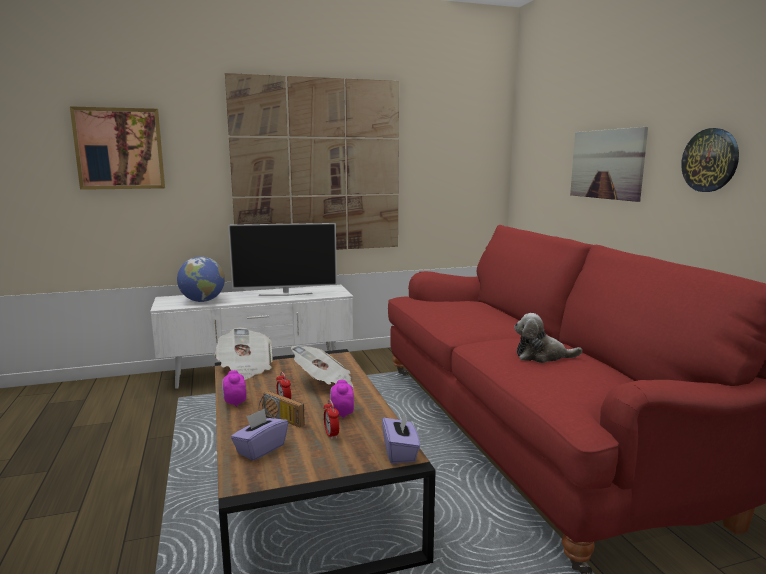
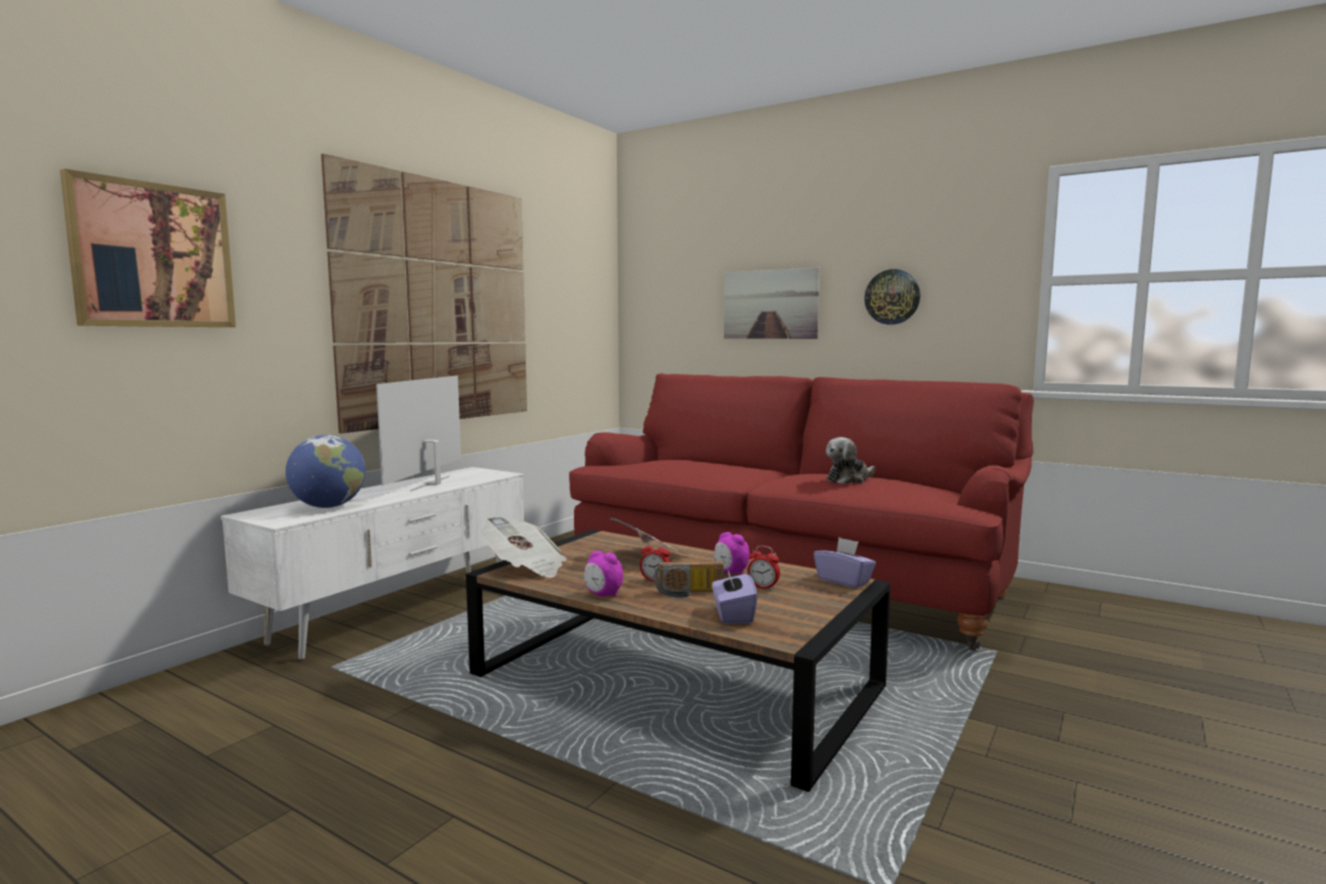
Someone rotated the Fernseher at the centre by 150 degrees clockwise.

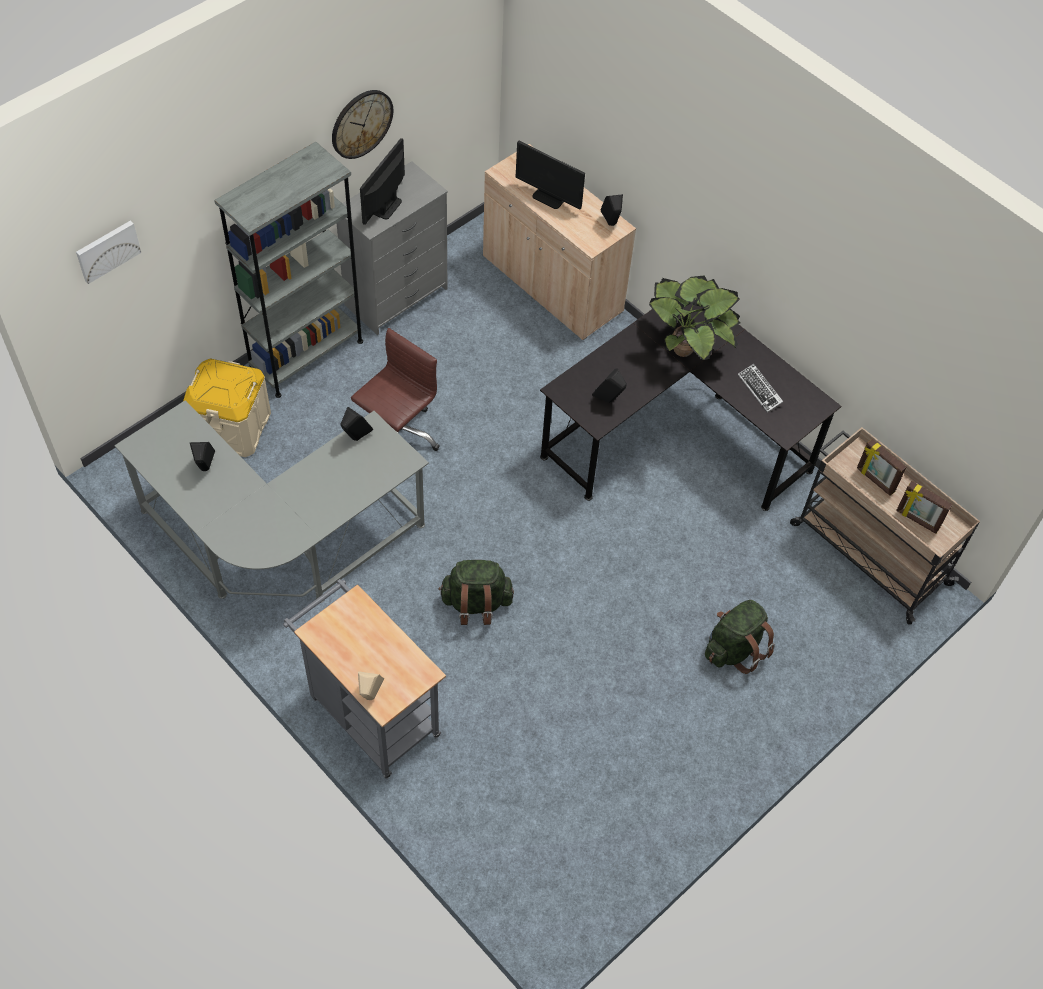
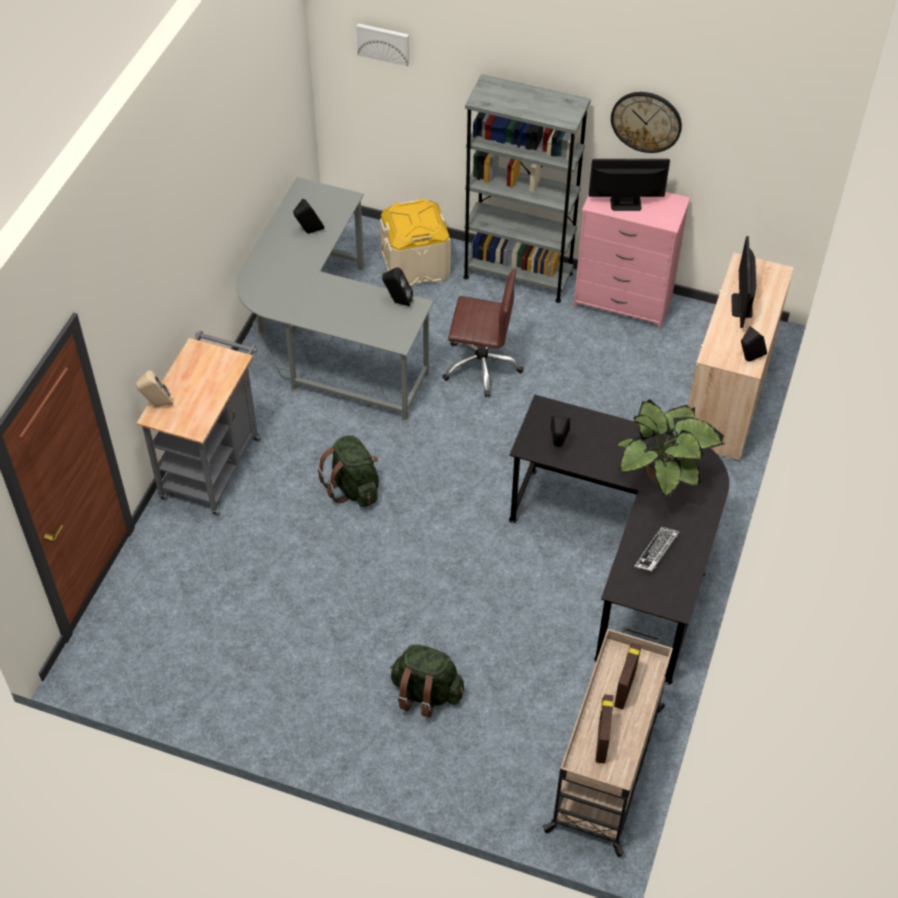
Someone repainted the Kommode [grau] at the top centre, which became the Kommode [rosa] at the top right.

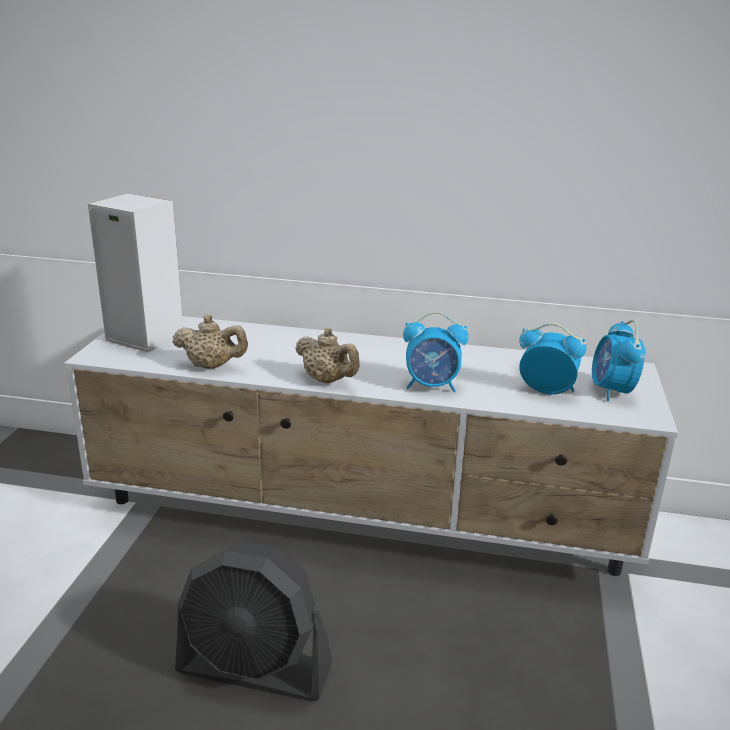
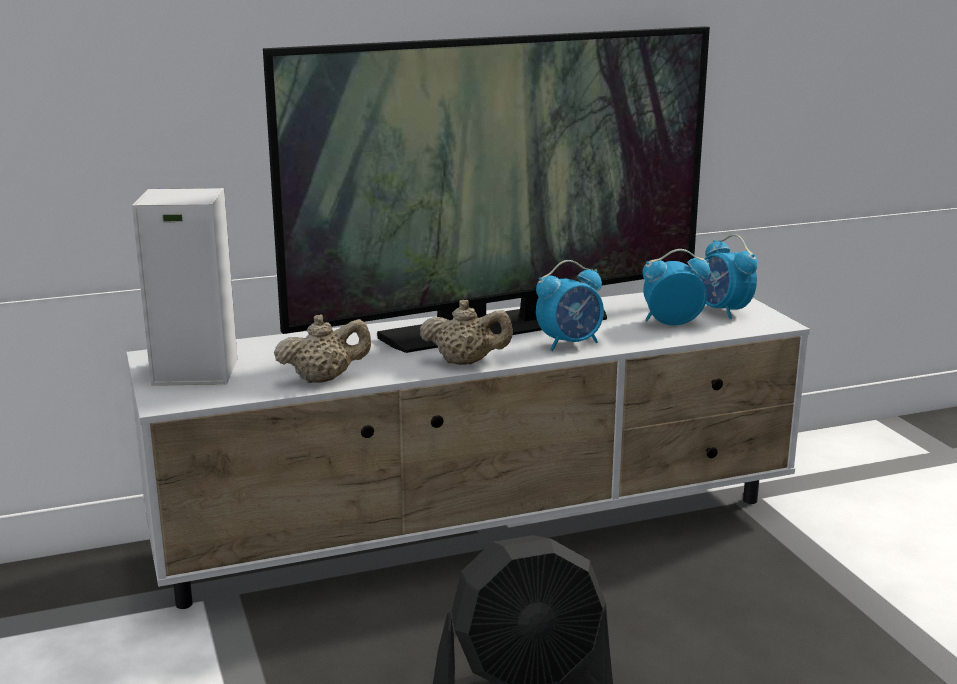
Someone put down the Fernseher at the top centre.

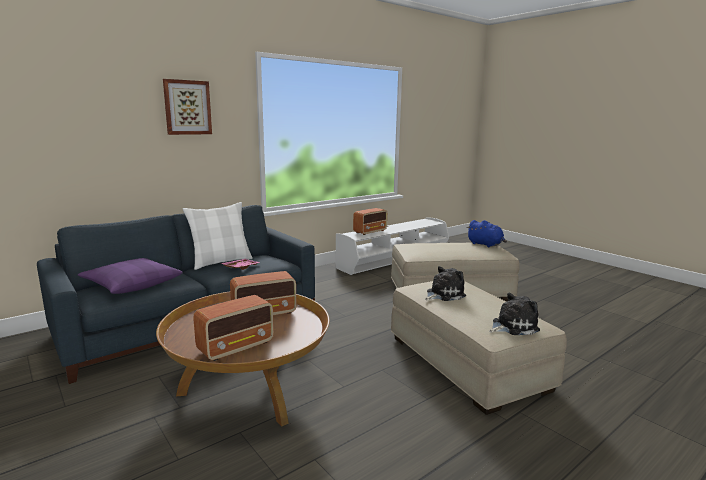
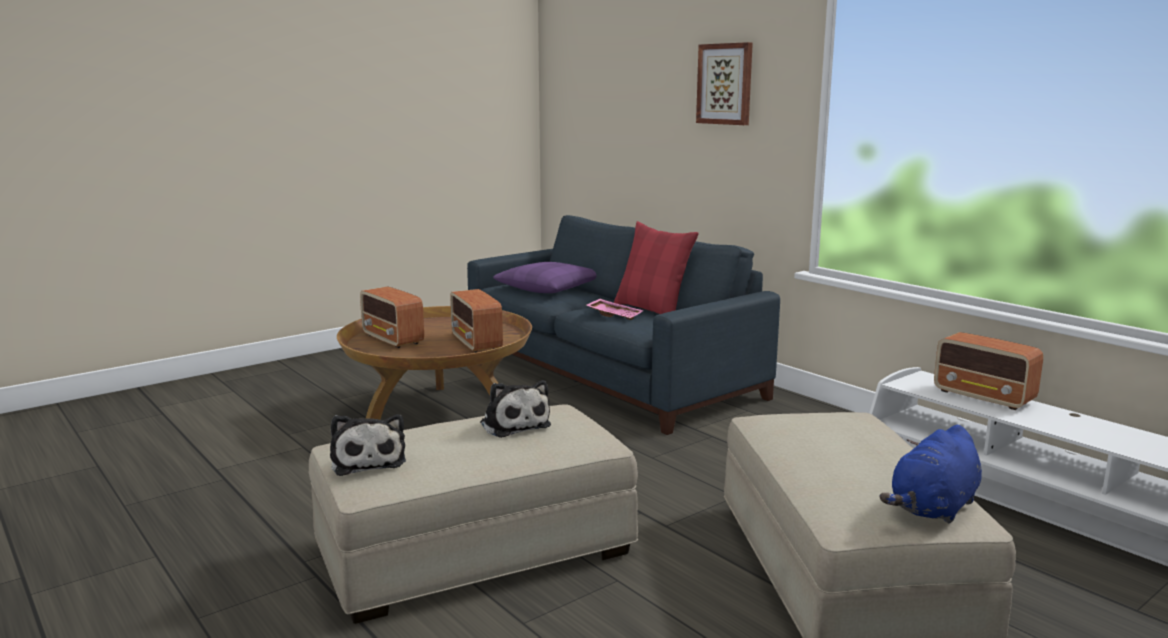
Someone repainted the Kissen [weiß] at the middle left, which became the Kissen [rot] at the centre.

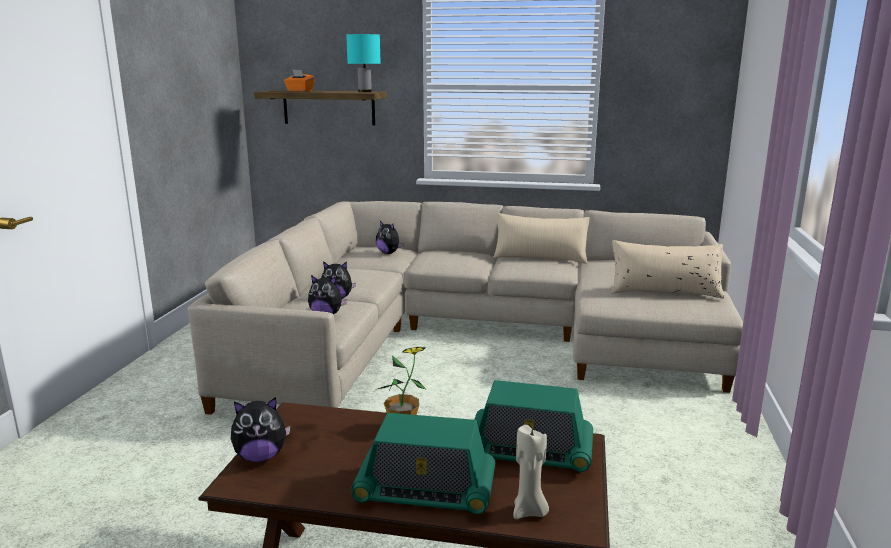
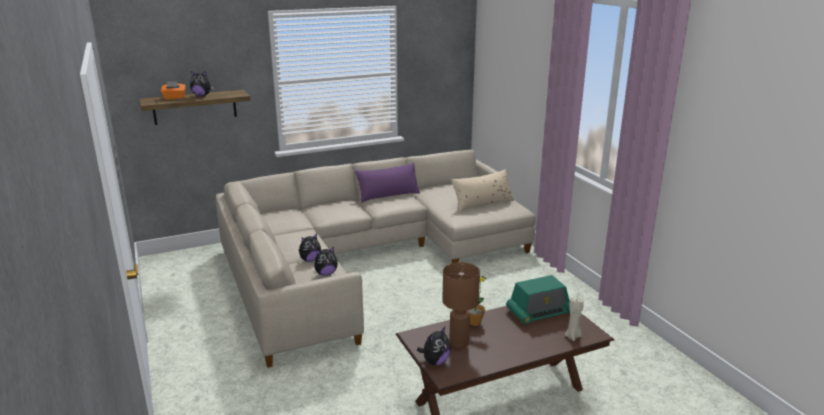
Someone carried the Plüschtier (no. 4 from left in the first image) from the centre to the top left. Someone repainted the Kissen [beige] (no. 1 from left) at the centre, which became the Kissen [lila] at the centre. Someone put down the Tischlampe [braun] at the bottom centre. Someone took away the Tischlampe [türkis] at the top centre. Someone took away the Radio (no. 1 from left) at the bottom centre.

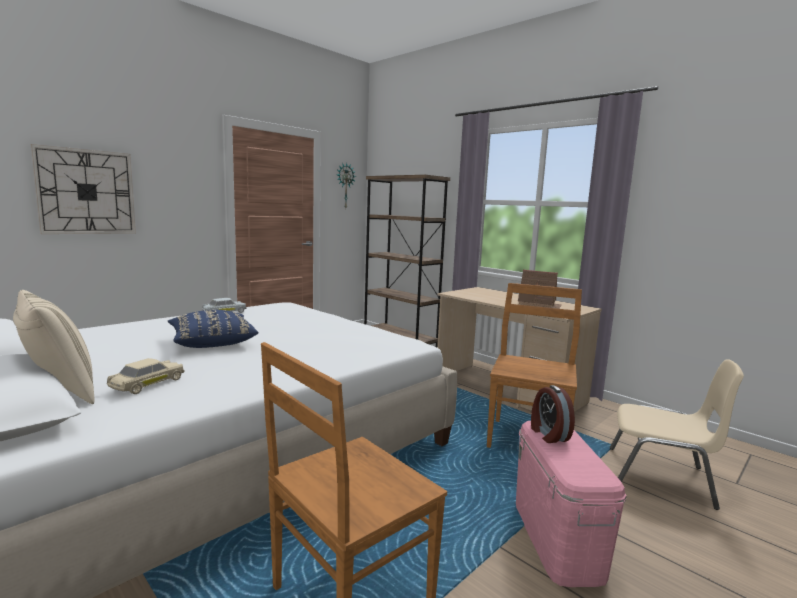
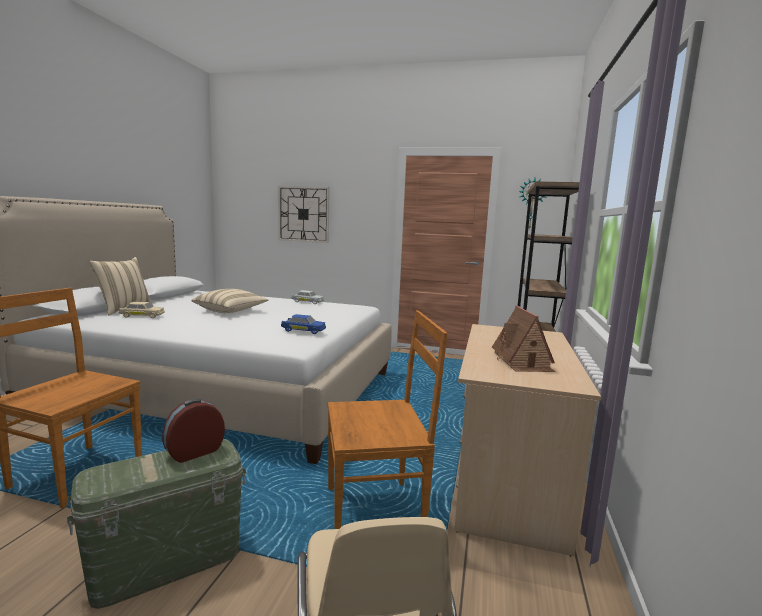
Someone repainted the Aufbewahrungsbox [rosa] at the bottom right, which became the Aufbewahrungsbox [grün] at the bottom left. Someone repainted the Kissen [blau] at the middle left, which became the Kissen [beige] (no. 2 from left) at the middle left. Someone put down the Spielzeugauto [blau] at the centre.

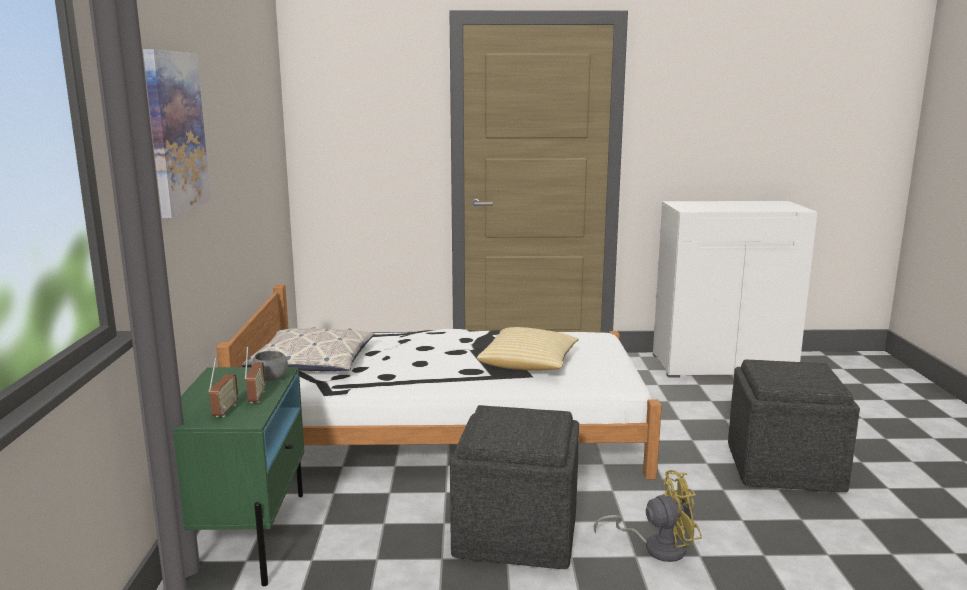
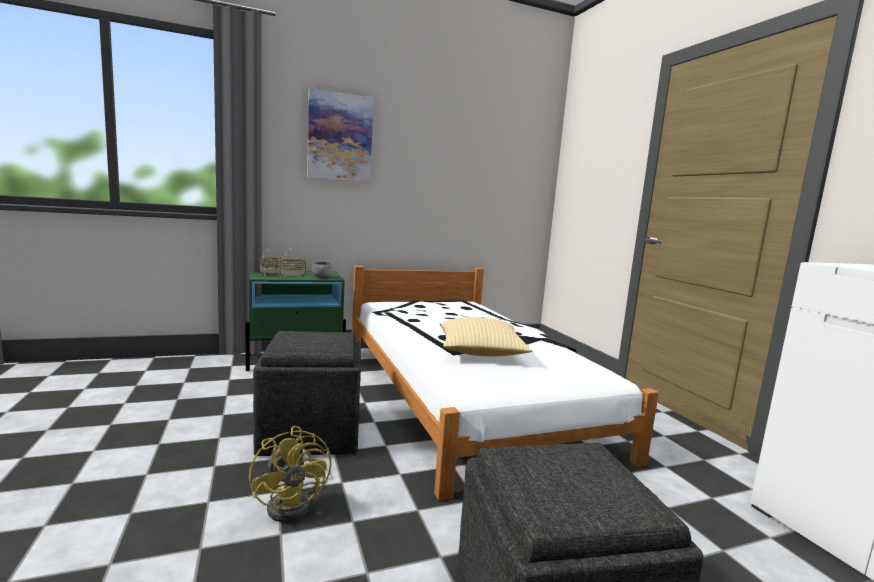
Someone took away the Kissen (no. 1 from left) at the middle left.

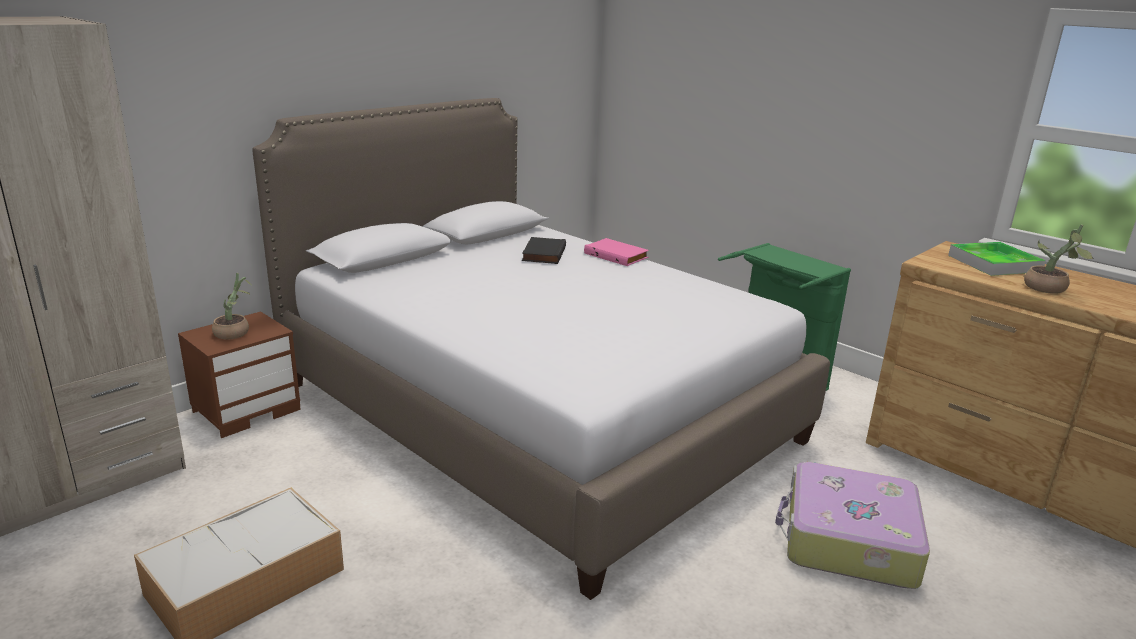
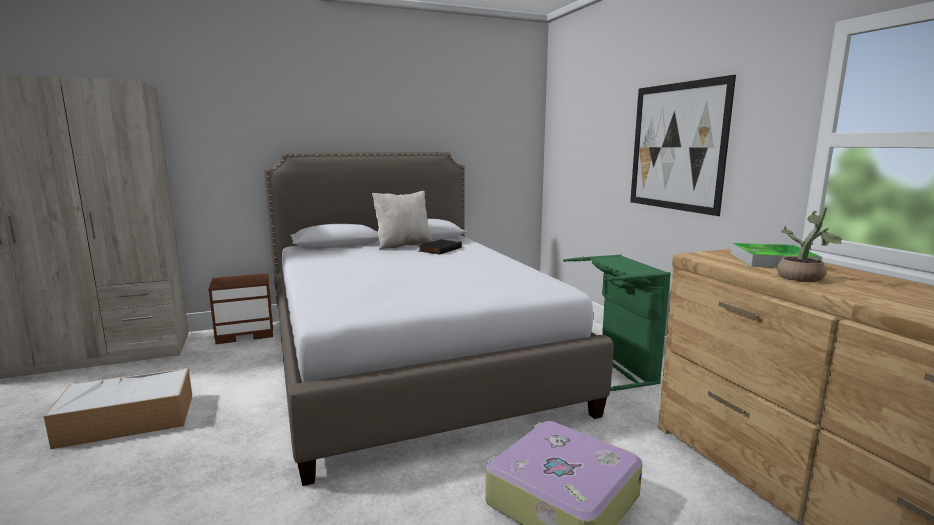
Someone put down the Kissen [beige] at the centre. Someone put up the Bild at the top right. Someone took away the Topfpflanze (no. 1 from left) at the middle left. Someone took away the Buch [rosa] at the centre.

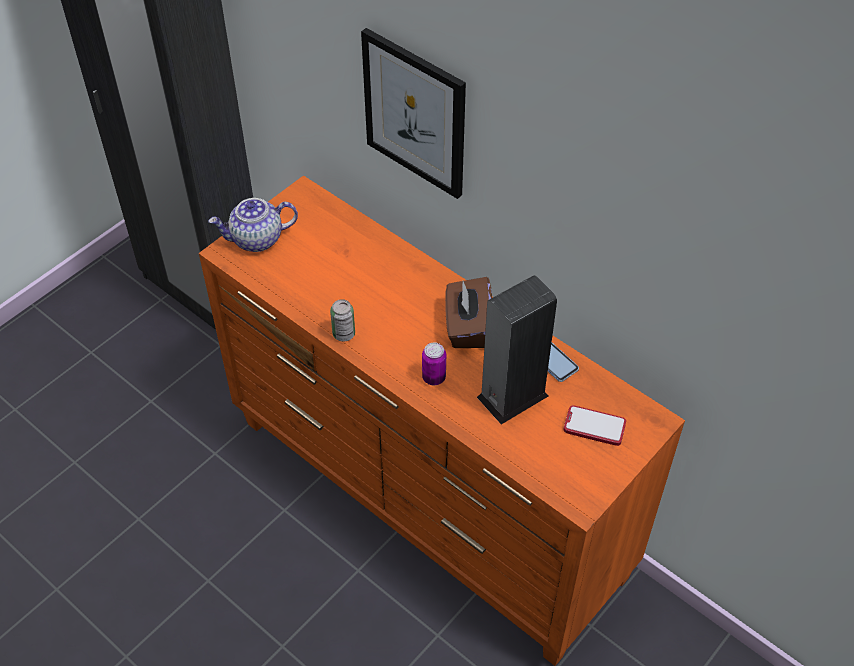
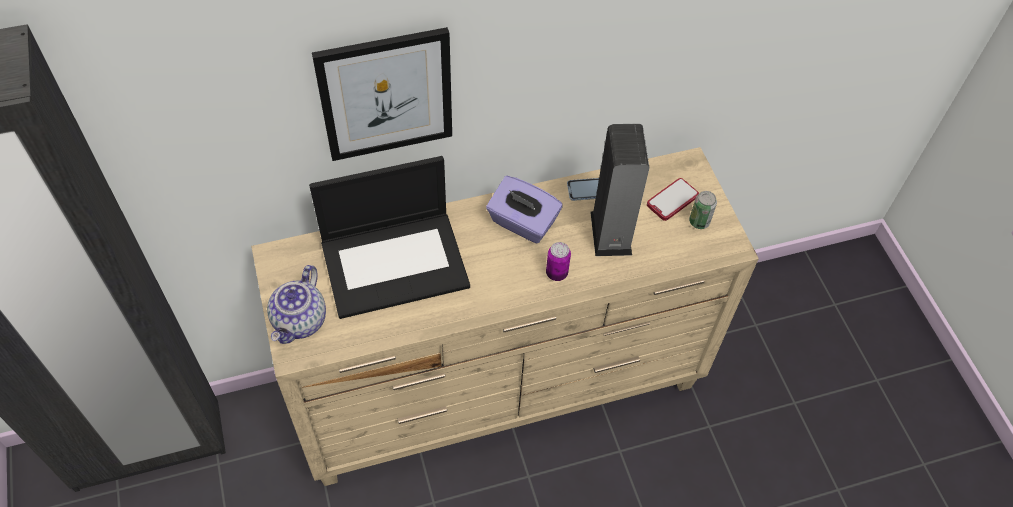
Someone repainted the Kommode [orange] at the centre, which became the Kommode [beige] at the centre. Someone put down the Laptop at the centre. Someone repainted the Taschentuchbox [braun] at the centre, which became the Taschentuchbox [lila] at the centre. Someone carried the Dose (no. 1 from left in the first image) from the centre to the middle right.

